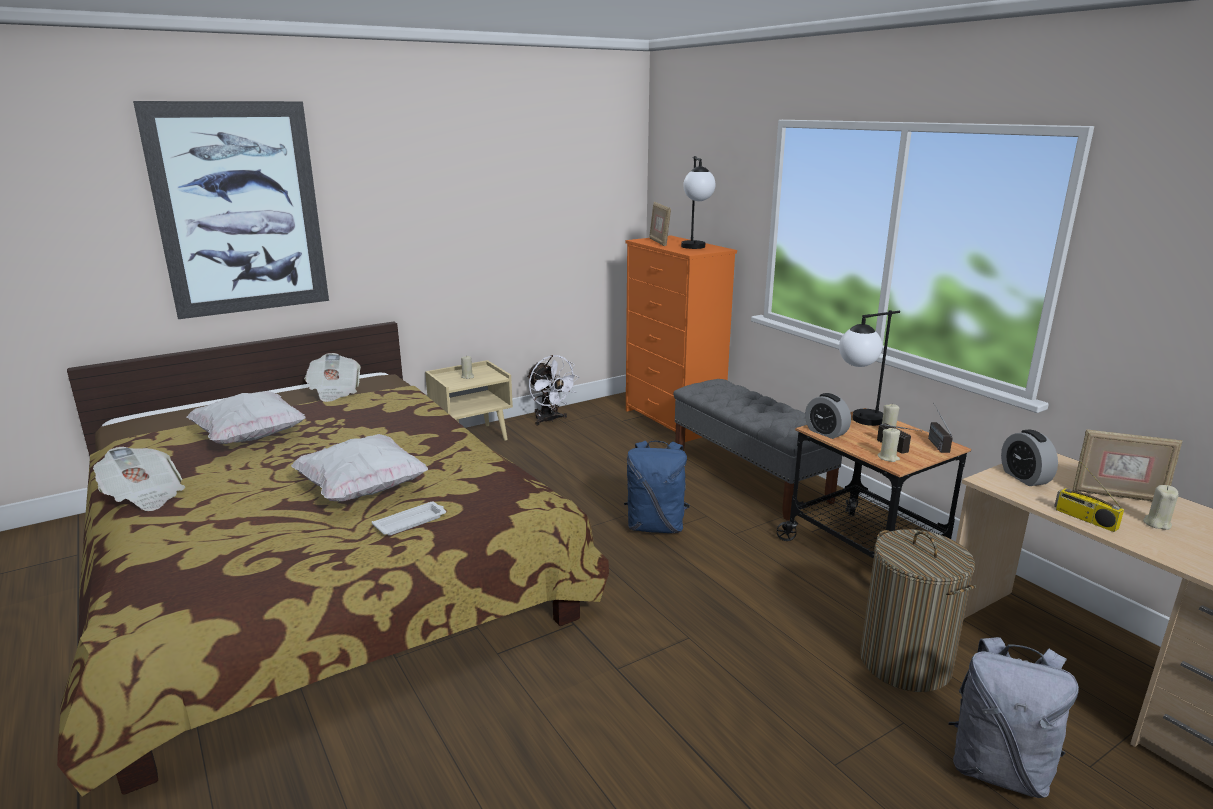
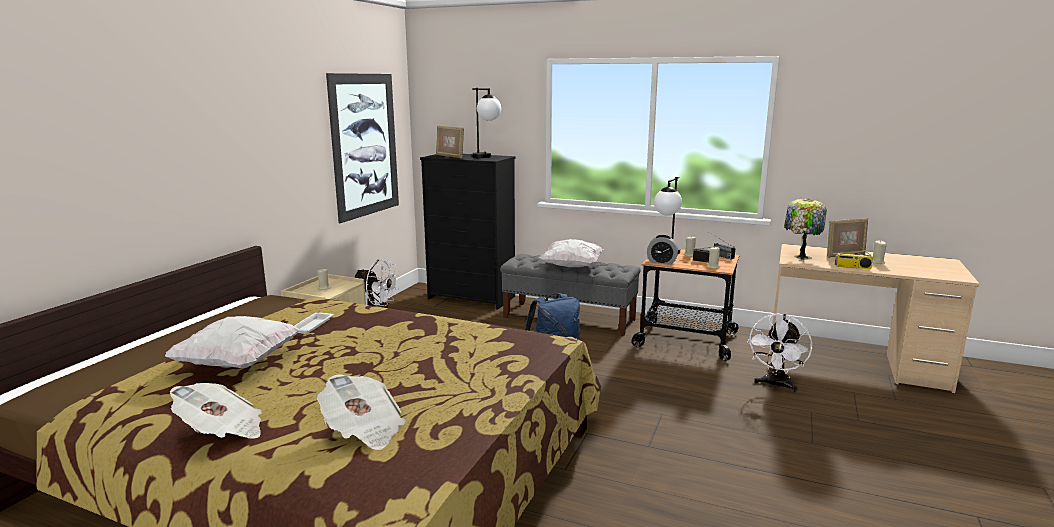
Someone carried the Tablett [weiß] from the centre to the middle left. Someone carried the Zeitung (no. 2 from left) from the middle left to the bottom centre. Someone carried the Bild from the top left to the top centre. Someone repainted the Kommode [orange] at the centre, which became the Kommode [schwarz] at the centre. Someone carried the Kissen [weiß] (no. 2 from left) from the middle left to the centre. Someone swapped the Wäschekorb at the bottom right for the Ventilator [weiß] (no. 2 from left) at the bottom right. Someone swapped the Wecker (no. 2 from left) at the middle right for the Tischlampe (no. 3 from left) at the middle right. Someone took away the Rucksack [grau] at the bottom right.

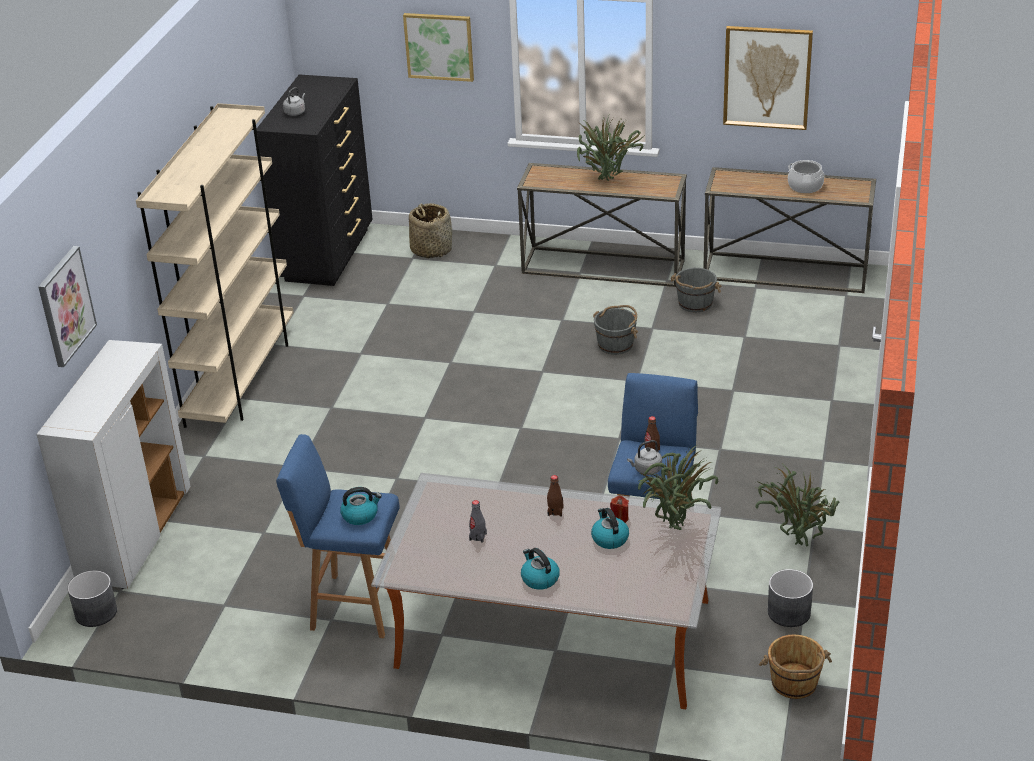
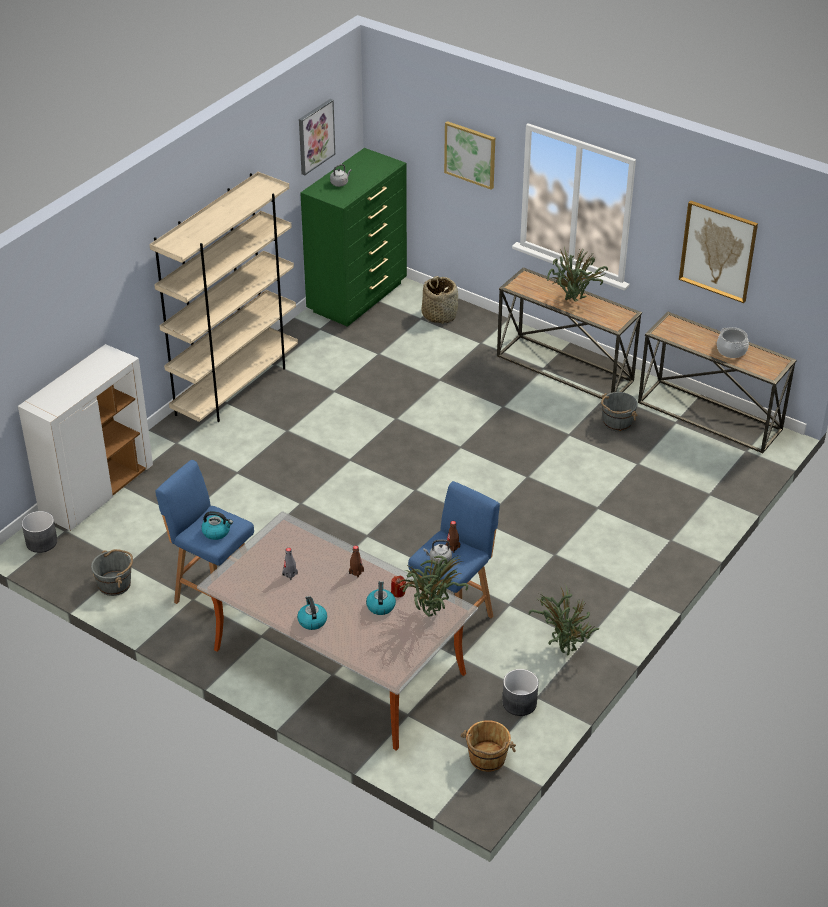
Someone carried the Eimer [grau] (no. 1 from left) from the centre to the middle left. Someone carried the Bild (no. 1 from left) from the middle left to the top centre. Someone repainted the Kommode [schwarz] at the top left, which became the Kommode [grün] at the top centre.

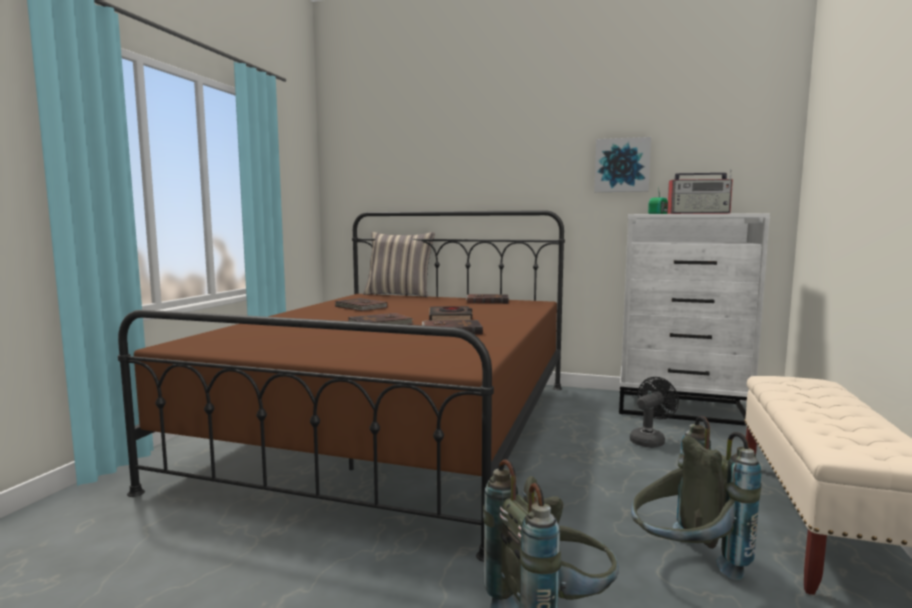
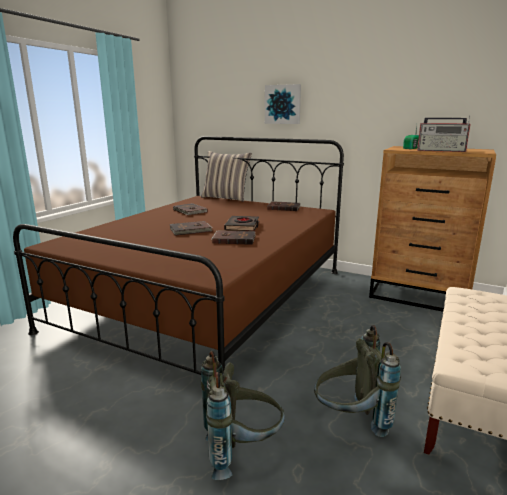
Someone carried the Bild from the top right to the top centre. Someone repainted the Kommode [weiß] at the middle right, which became the Kommode [braun] at the middle right. Someone took away the Ventilator [schwarz] at the bottom right.

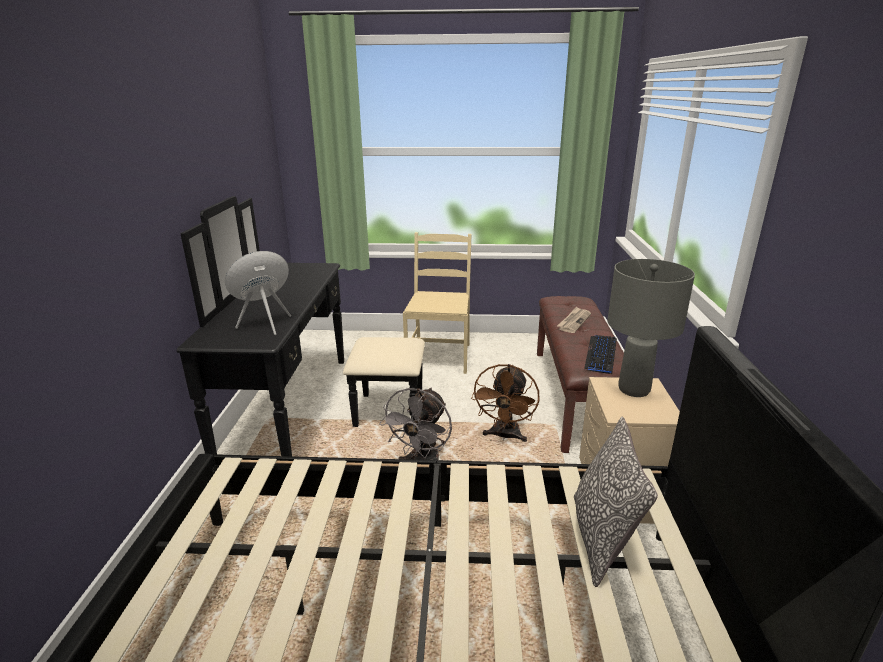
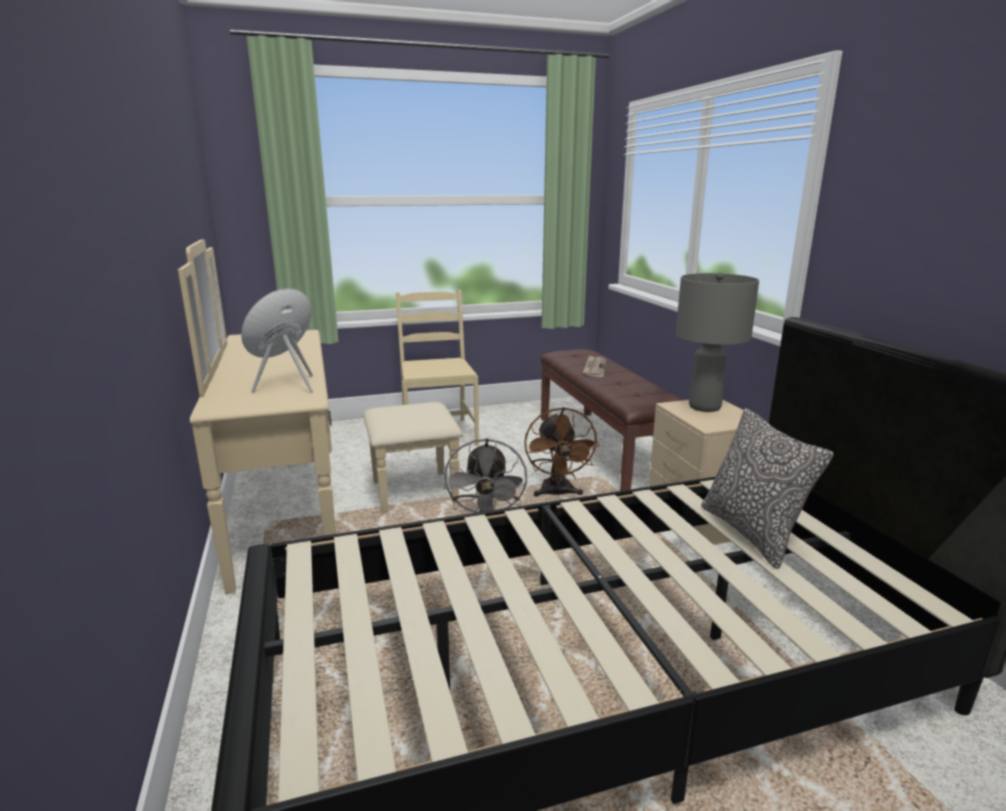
Someone repainted the Kommode [schwarz] at the centre, which became the Kommode [beige] at the middle left. Someone took away the Tastatur at the middle right.

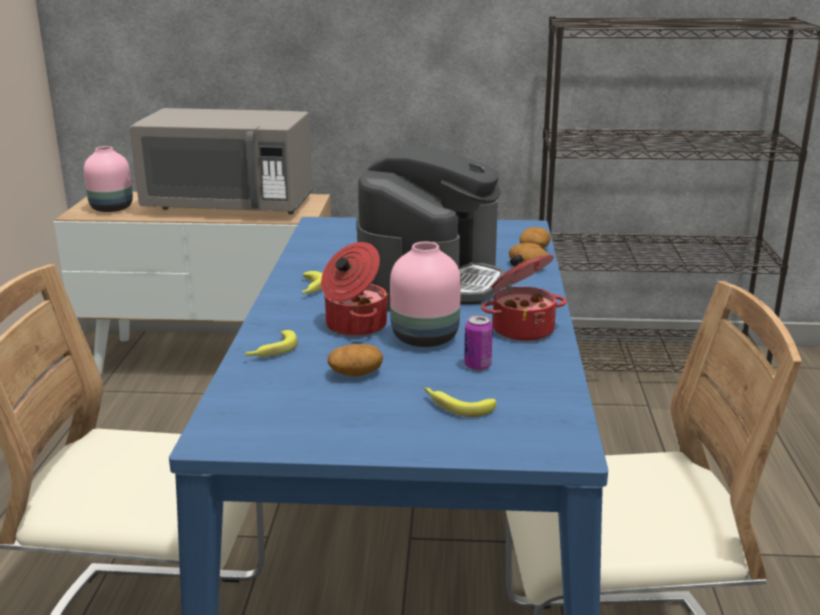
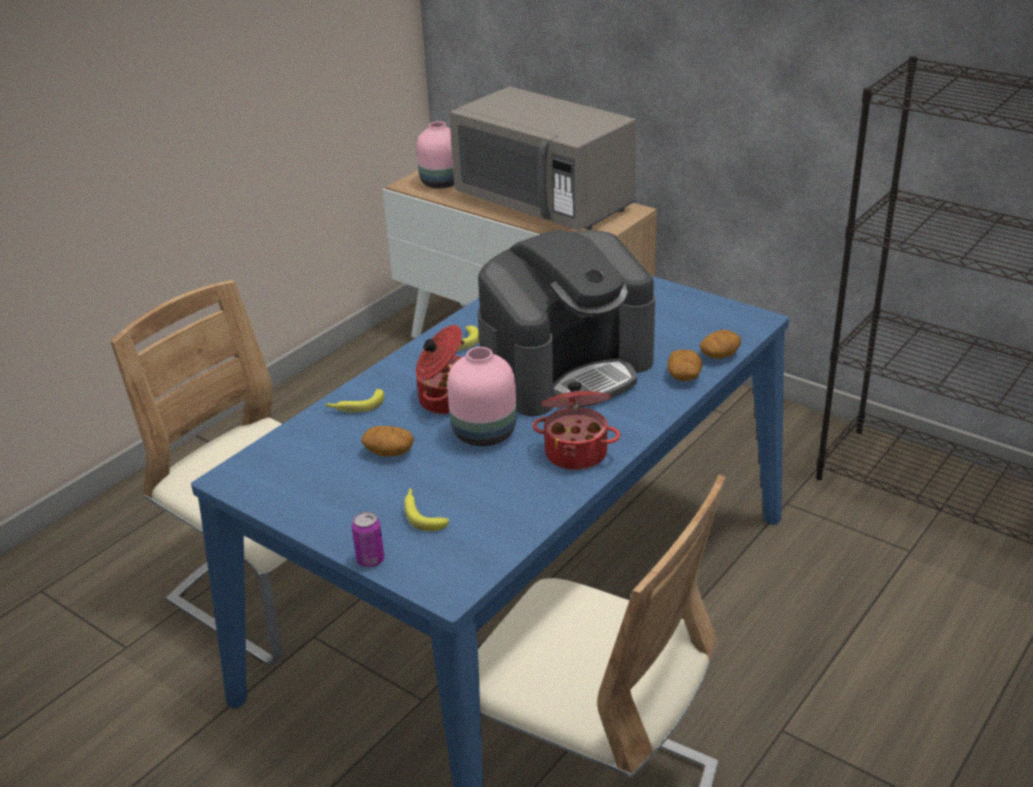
Someone carried the Dose from the centre to the bottom centre.

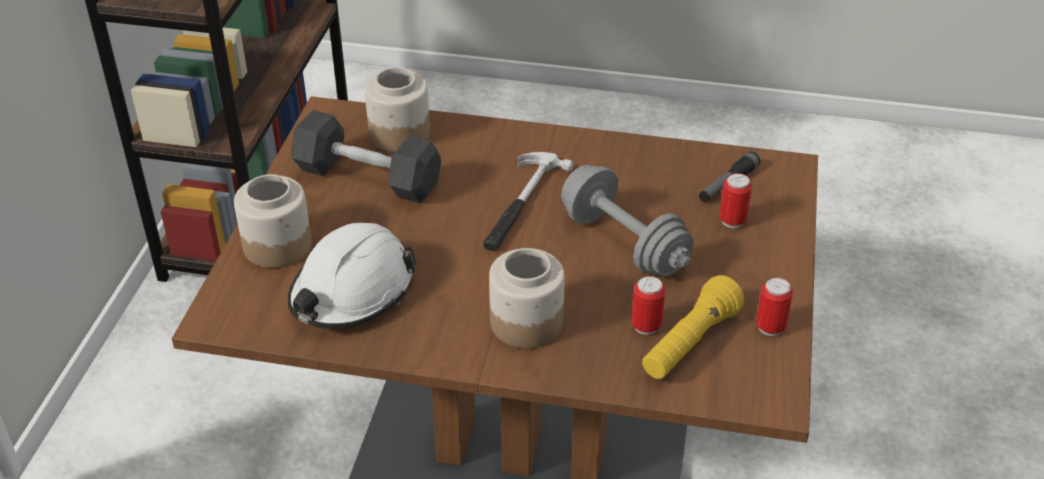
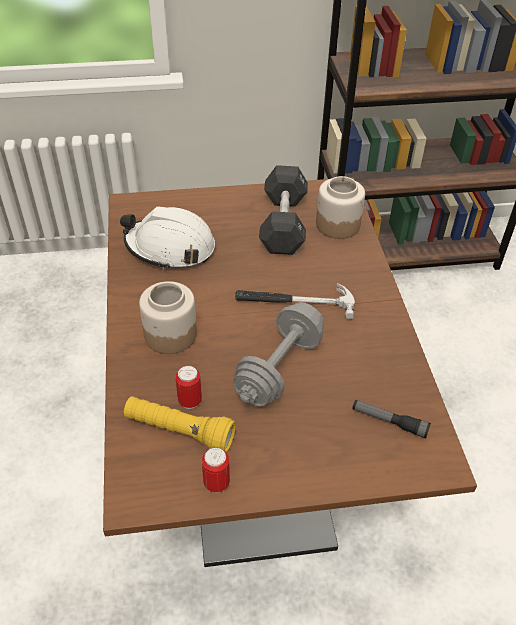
Someone took away the Vorratsglas (no. 1 from left) at the middle left. Someone took away the Dose (no. 2 from left) at the middle right.

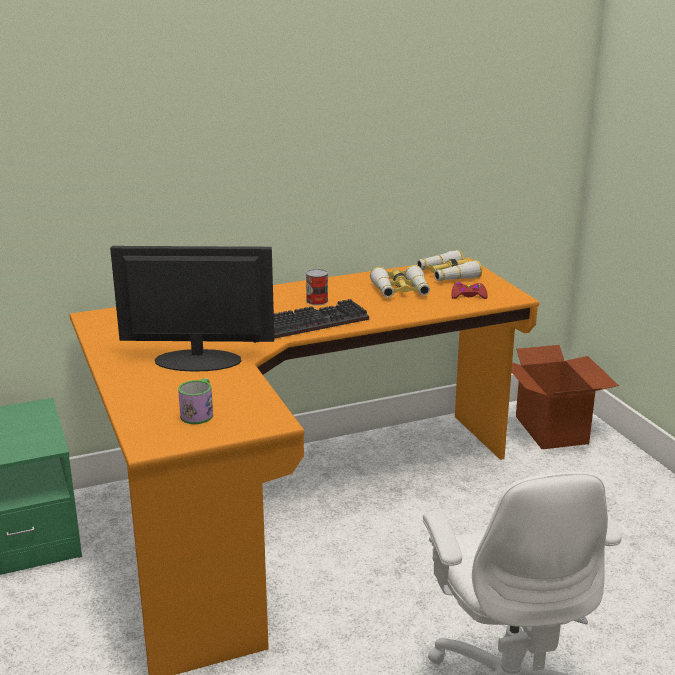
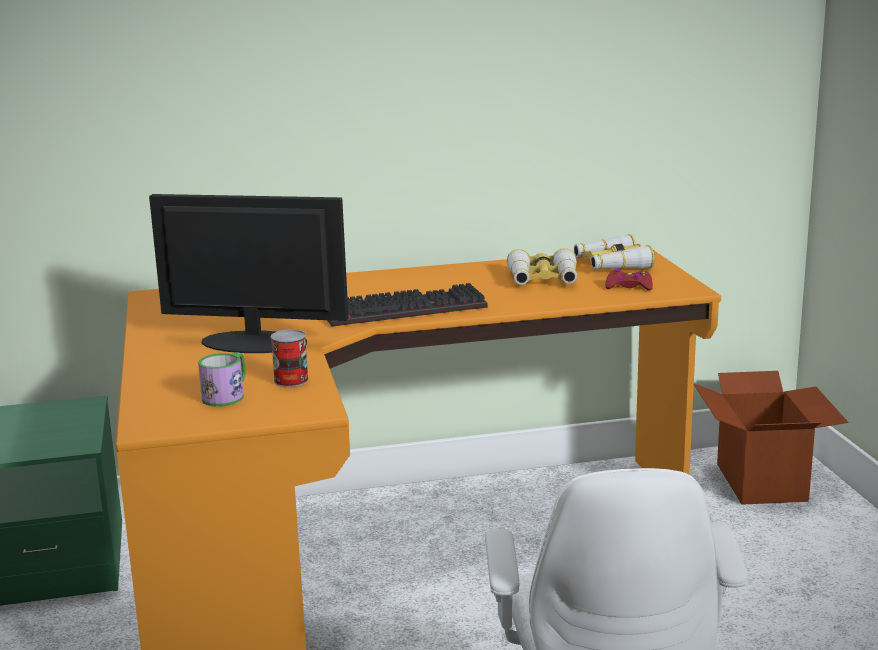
Someone carried the Dose from the centre to the middle left.

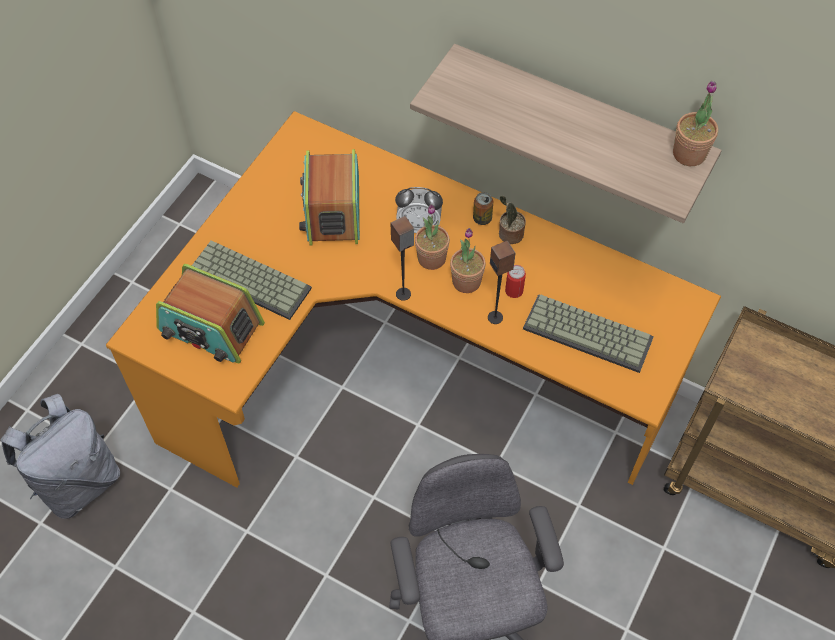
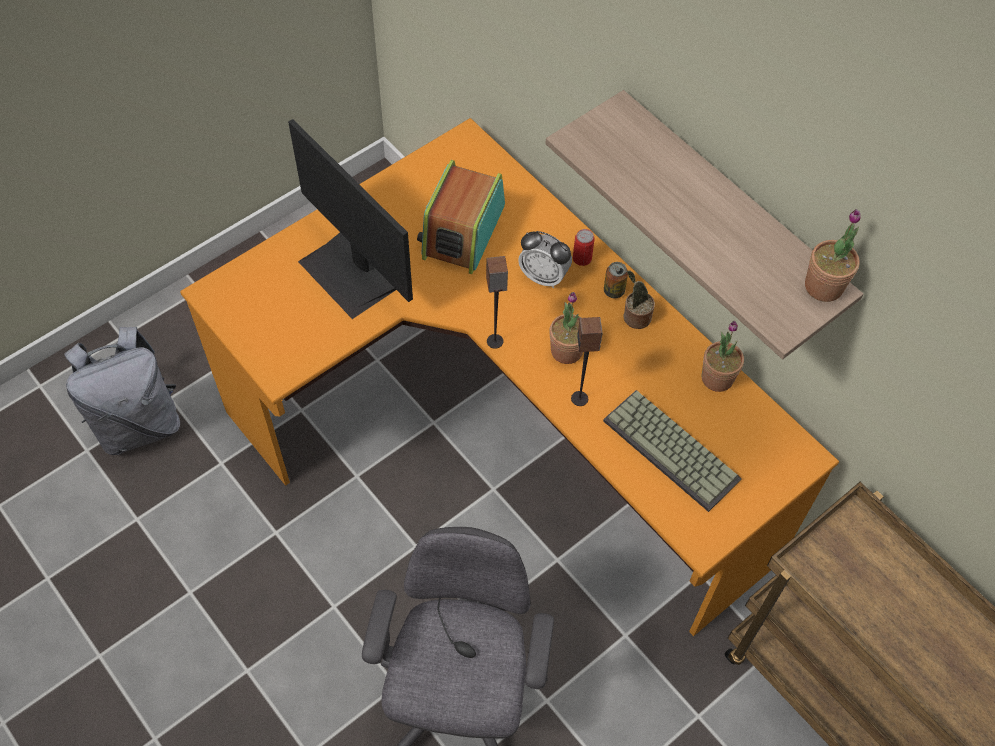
Someone swapped the Tastatur (no. 1 from left) at the middle left for the Monitor at the top centre. Someone carried the Dose (no. 2 from left in the first image) from the centre to the top centre. Someone carried the Topfpflanze (no. 1 from left in the first image) from the centre to the middle right. Someone took away the Radio (no. 1 from left) at the middle left.

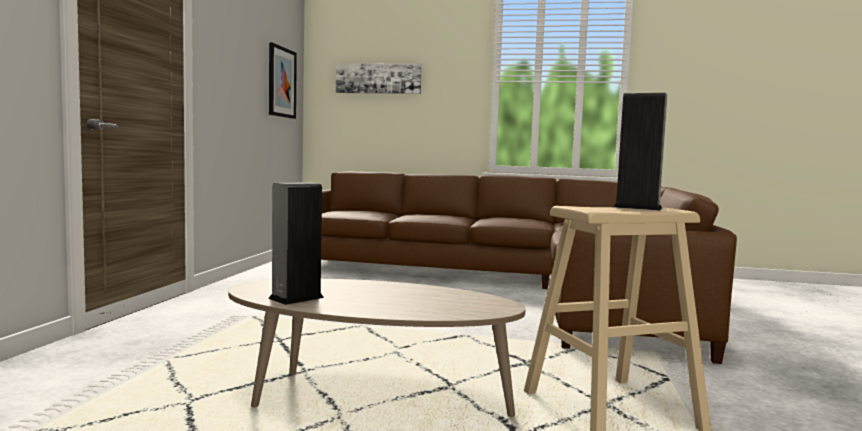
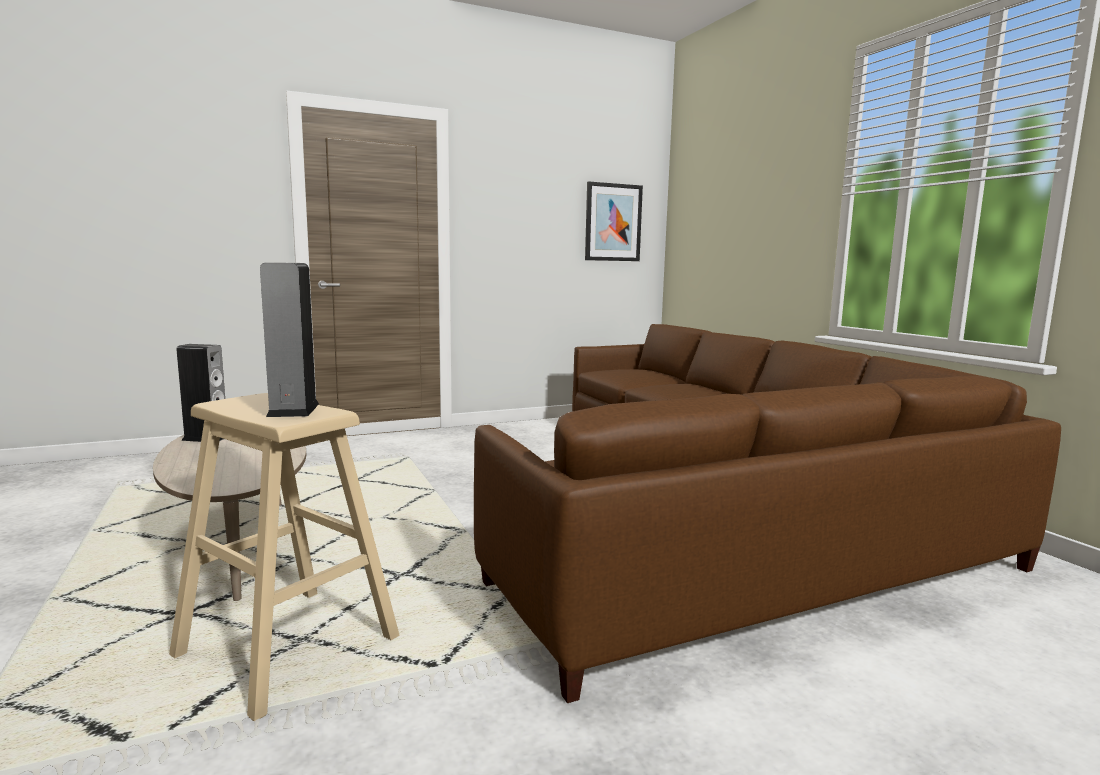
Someone took away the Bild (no. 2 from left) at the top centre.

